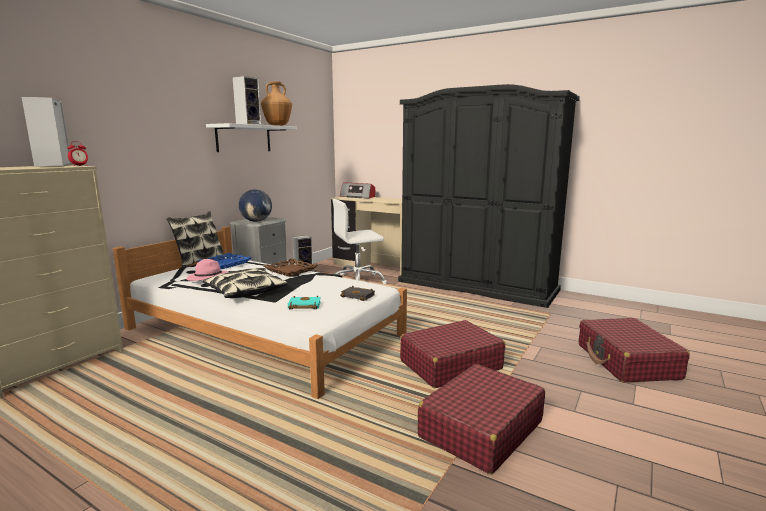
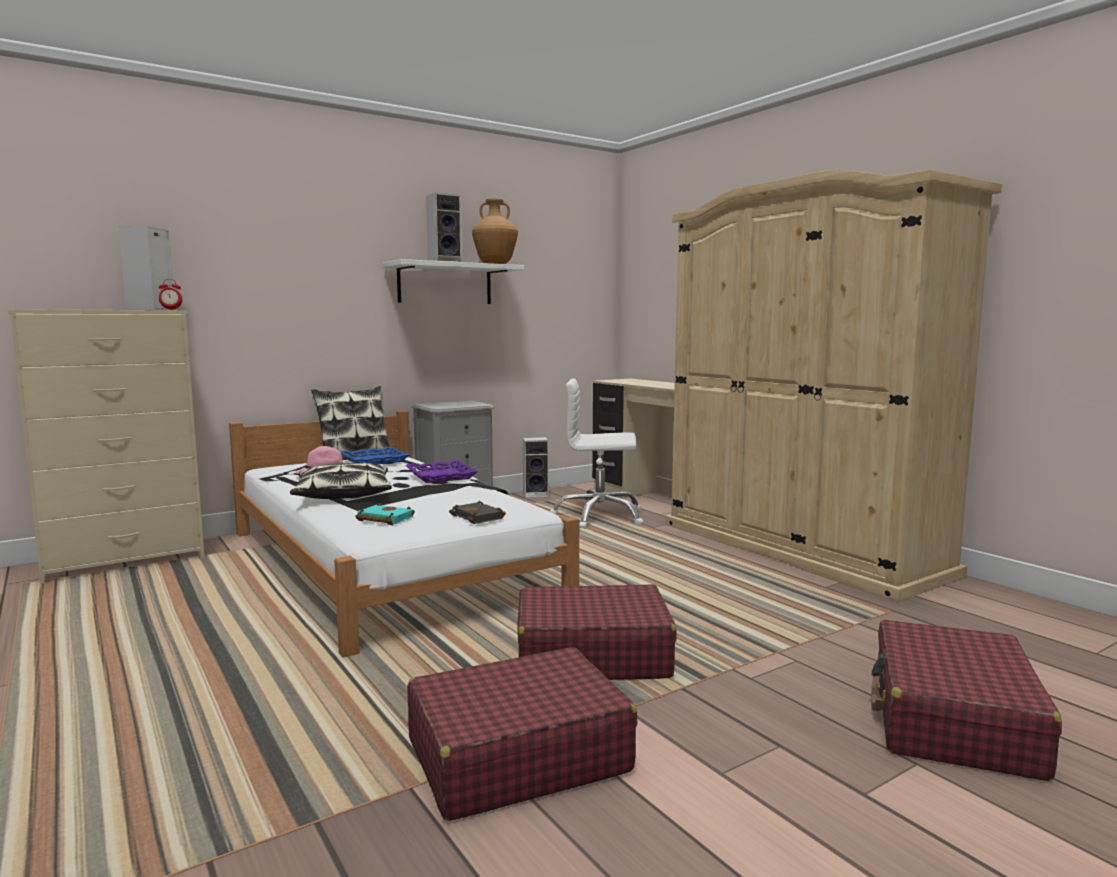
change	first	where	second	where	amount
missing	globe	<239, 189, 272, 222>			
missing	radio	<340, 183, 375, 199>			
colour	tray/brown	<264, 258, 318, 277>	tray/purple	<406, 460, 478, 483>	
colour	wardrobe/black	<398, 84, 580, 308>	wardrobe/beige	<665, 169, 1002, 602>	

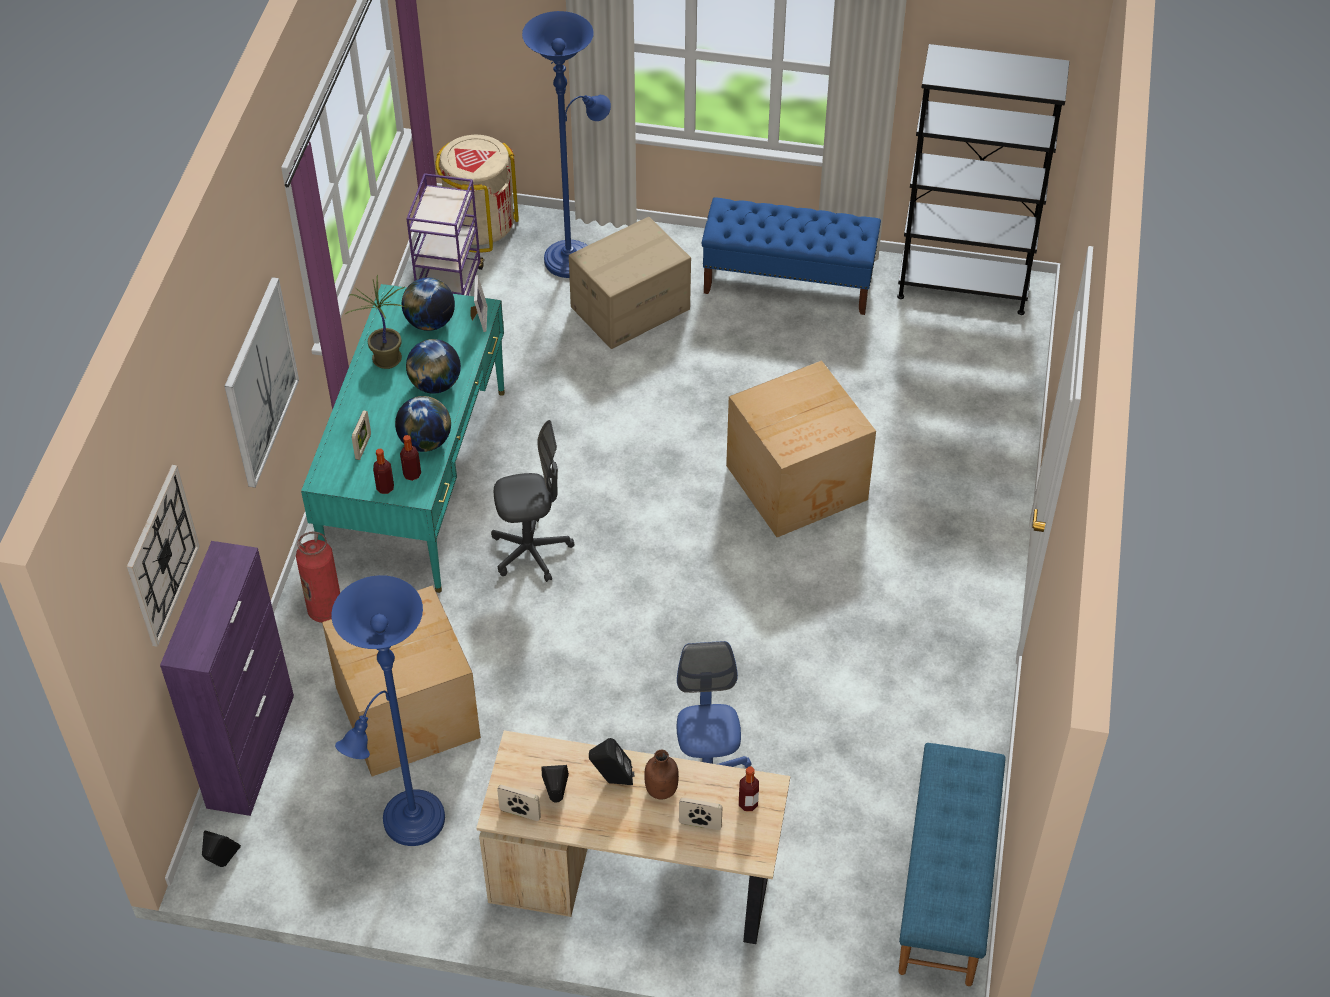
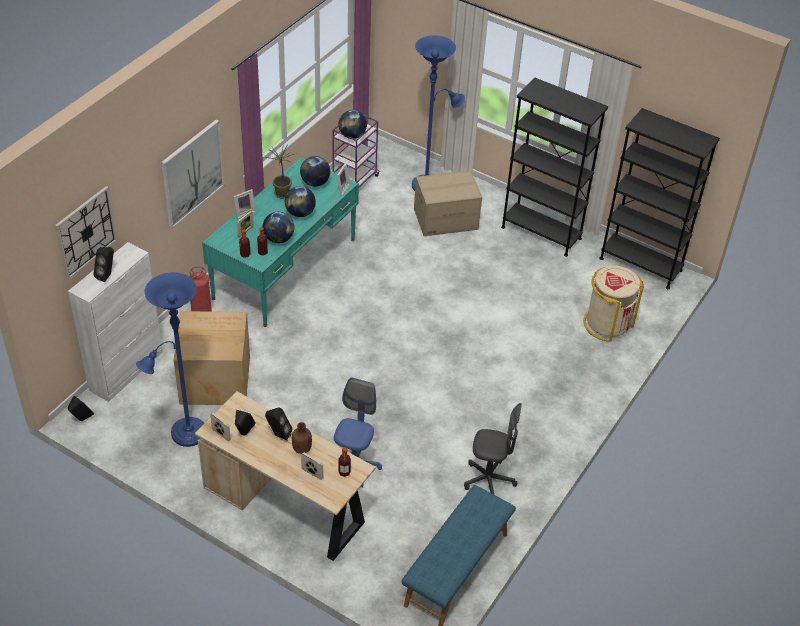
change	first	where	second	where	amount
missing	cardboard box	<726, 360, 876, 537>			
appeared			speaker/black	<93, 247, 114, 282>	
appeared			picture frame	<233, 189, 256, 219>	
appeared			globe	<338, 110, 367, 139>	
relocated	trash can/beige	<436, 134, 519, 253>		<584, 266, 644, 342>	
relocated	office chair/grey	<491, 420, 574, 582>		<464, 403, 522, 494>	
exchanged	bench/blue	<702, 197, 881, 315>	bookcase/black	<501, 78, 608, 257>	
colour	cabinet/purple	<160, 541, 294, 816>	cabinet/white	<68, 242, 163, 402>	

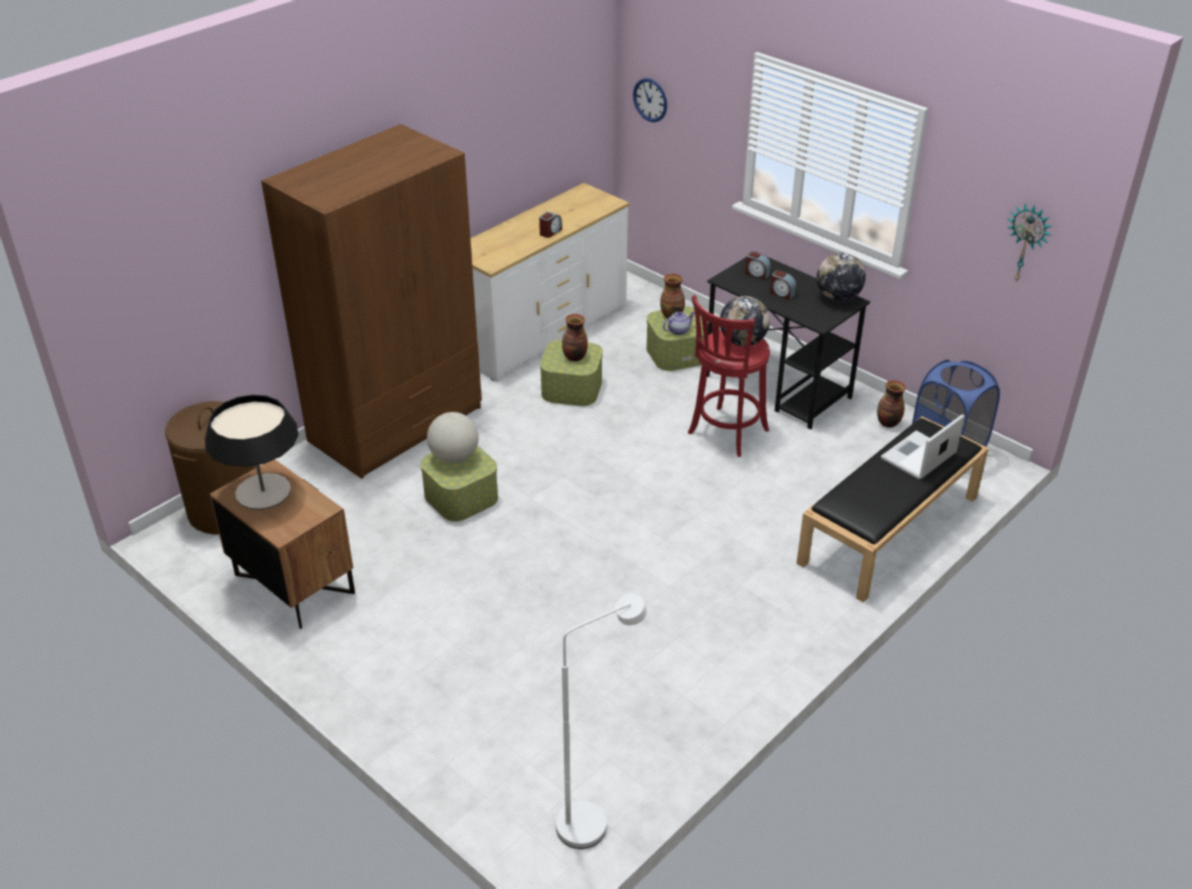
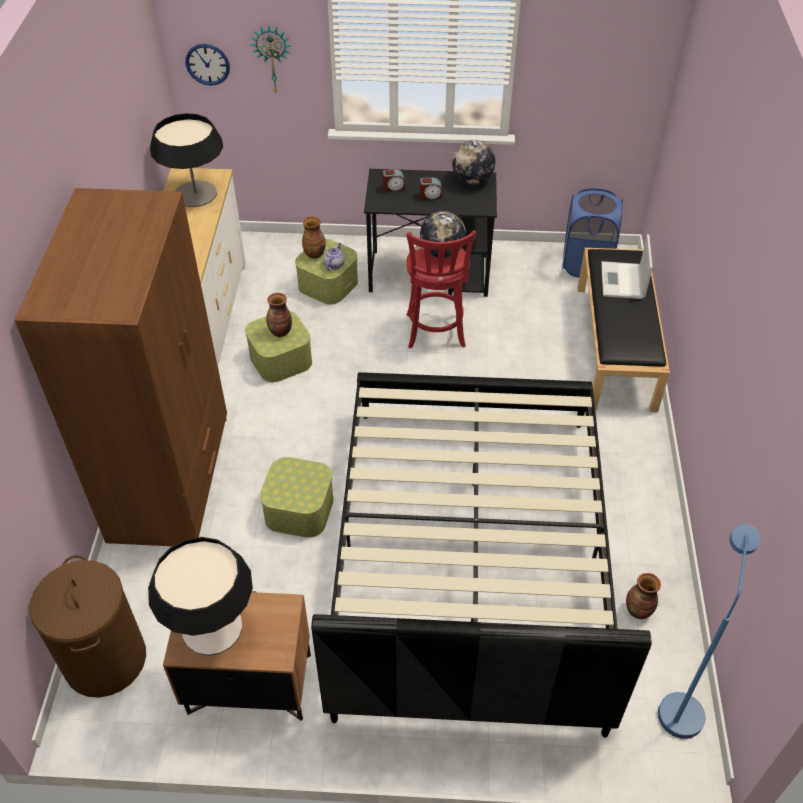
change	first	where	second	where	amount
missing	globe	<427, 412, 479, 463>			
missing	alarm clock	<539, 212, 562, 238>			
appeared			table lamp	<150, 113, 223, 207>	
appeared			bed/black	<311, 372, 652, 738>	
relocated	vase	<877, 380, 906, 428>		<626, 573, 661, 619>	
relocated	wall clock	<1007, 204, 1052, 282>		<251, 26, 290, 93>	
colour	floor lamp/white	<556, 594, 647, 849>	floor lamp/blue	<658, 524, 761, 739>	

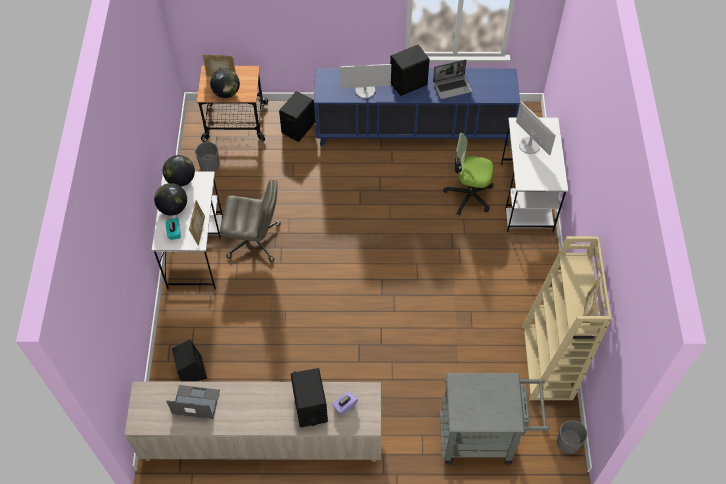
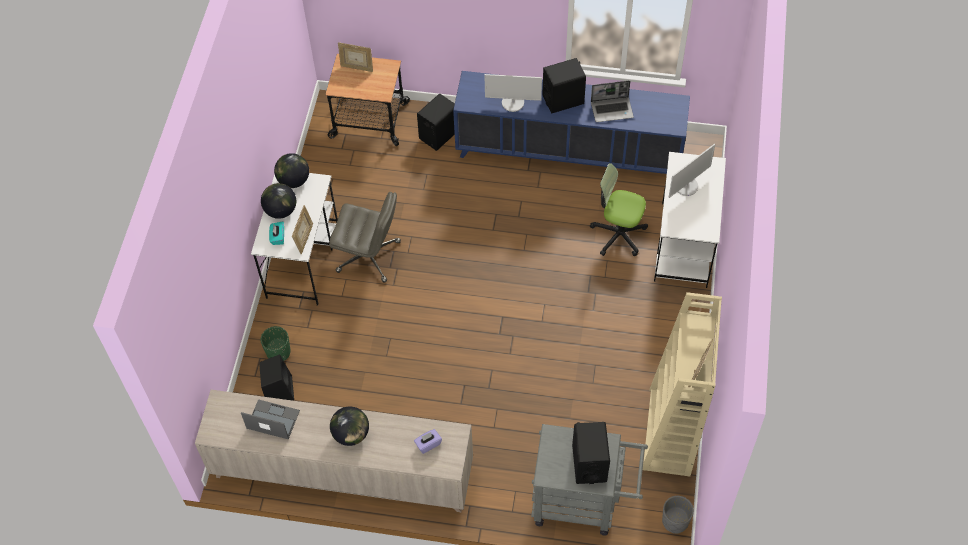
change	first	where	second	where	amount
missing	planter/grey	<195, 142, 219, 171>			
appeared			planter/green	<261, 326, 291, 361>	
relocated	globe	<210, 69, 240, 98>		<330, 406, 369, 446>	
relocated	speaker/black	<291, 368, 328, 427>		<572, 422, 610, 484>	
spun	monitor	<516, 101, 556, 155>		<669, 144, 715, 198>	75 degrees clockwise

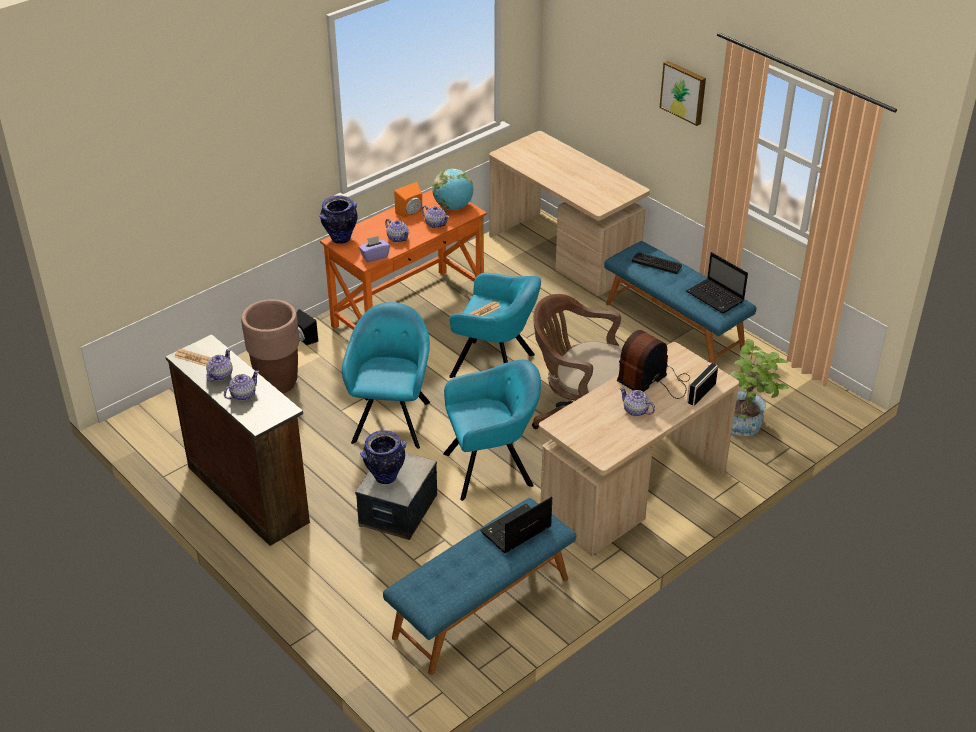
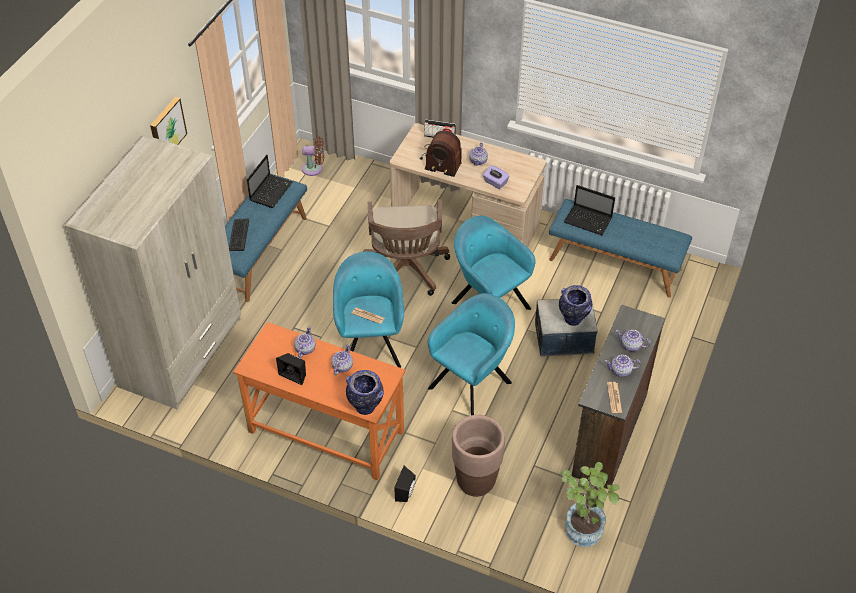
change	first	where	second	where	amount
missing	globe	<432, 169, 473, 210>			
appeared			fan/brown	<302, 137, 324, 176>	
relocated	tissue box/purple	<359, 236, 390, 262>		<483, 165, 509, 189>	
relocated	potted plant	<730, 339, 789, 436>		<561, 462, 620, 547>	
exchanged	desk/beige	<489, 131, 650, 296>	wardrobe/beige	<65, 135, 241, 410>	
colour	speaker/orange	<394, 182, 422, 218>	speaker/black	<276, 353, 306, 385>	
spun	armchair/turquoise	<342, 302, 430, 449>		<428, 293, 515, 415>	150 degrees clockwise

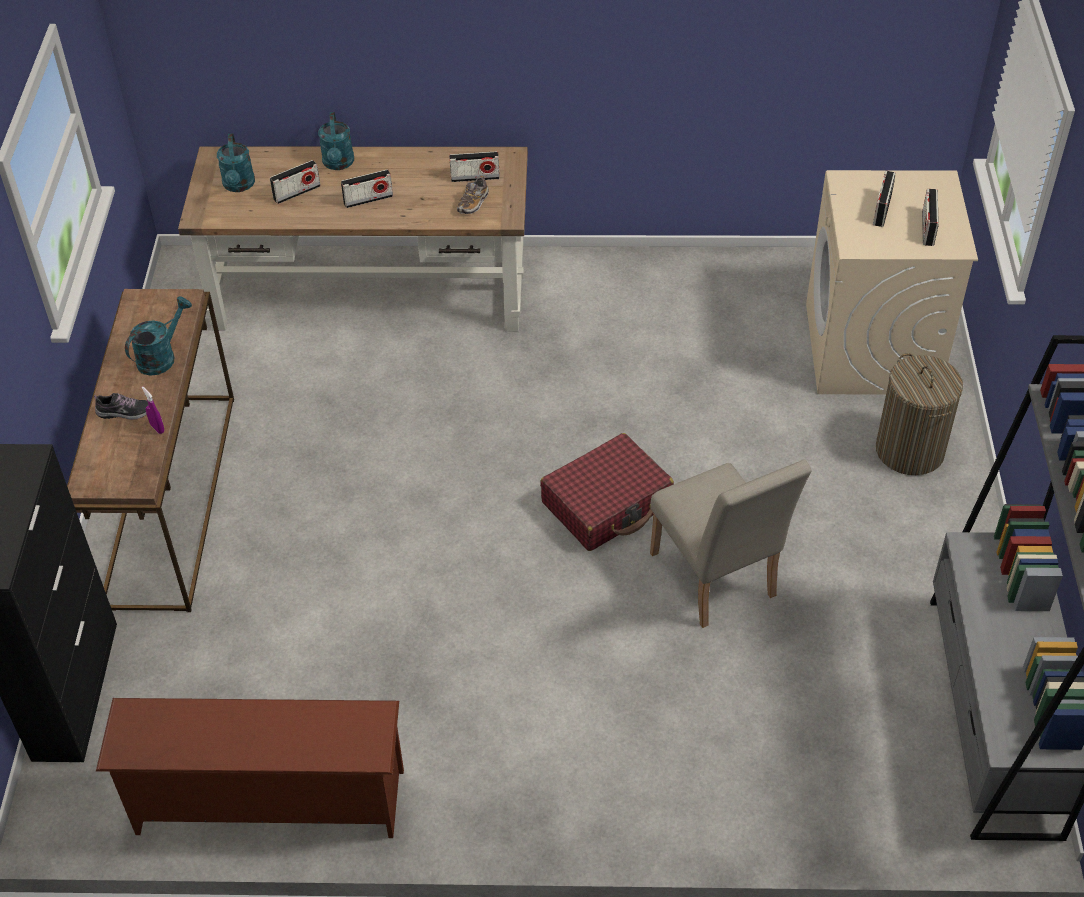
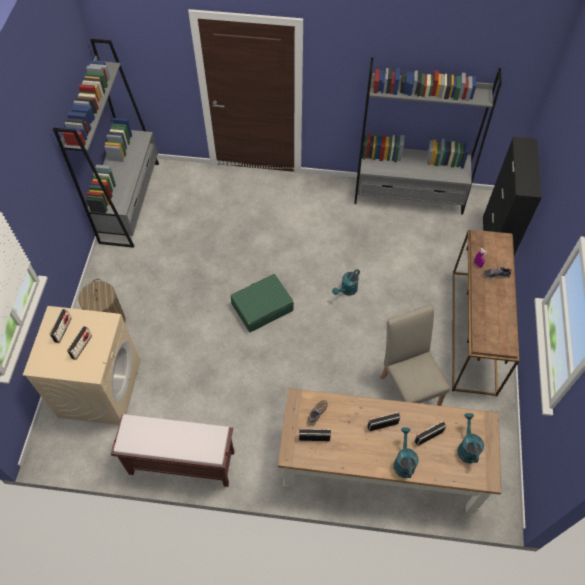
change	first	where	second	where	amount
appeared			bench/brown	<111, 414, 235, 487>	
relocated	watering can/turquoise	<125, 297, 192, 376>		<332, 269, 360, 295>	
relocated	chair/beige	<650, 459, 811, 628>		<380, 305, 450, 406>	
exchanged	shoe rack/brown	<96, 698, 404, 838>	bookcase/grey	<354, 57, 502, 215>	
colour	suitcase/red	<540, 433, 674, 551>	suitcase/green	<231, 274, 294, 332>	

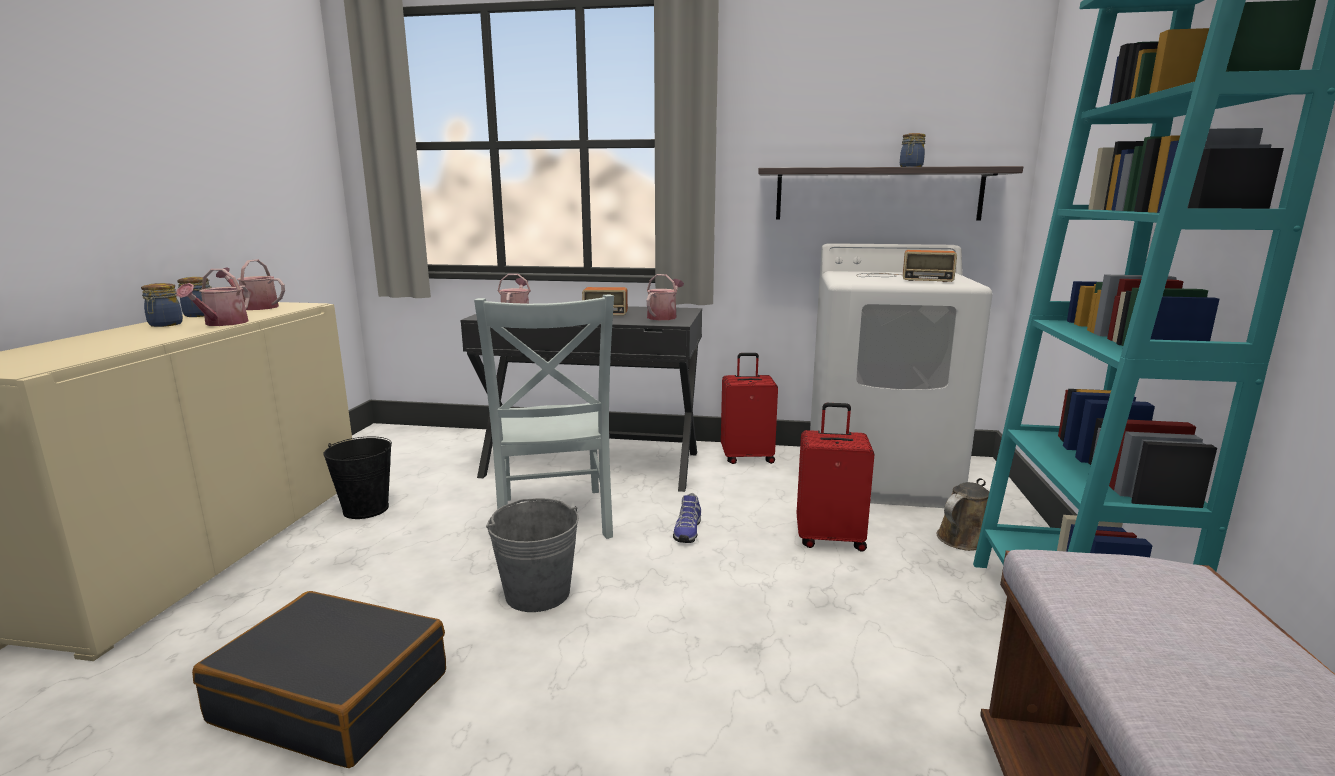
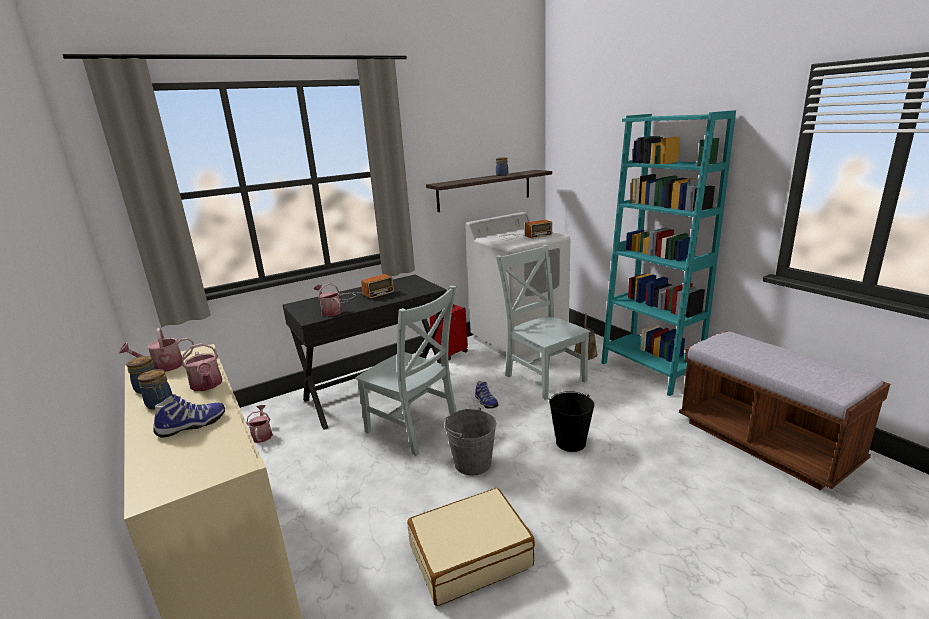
change	first	where	second	where	amount
appeared			shoe	<153, 394, 225, 437>	
relocated	bucket/black	<323, 437, 392, 519>		<549, 391, 594, 452>	
relocated	watering can	<647, 274, 684, 320>		<247, 405, 273, 443>	
exchanged	suitcase/red	<796, 403, 875, 551>	chair/grey	<496, 244, 590, 400>	
colour	suitcase/black	<192, 591, 446, 768>	suitcase/beige	<407, 488, 535, 606>	

